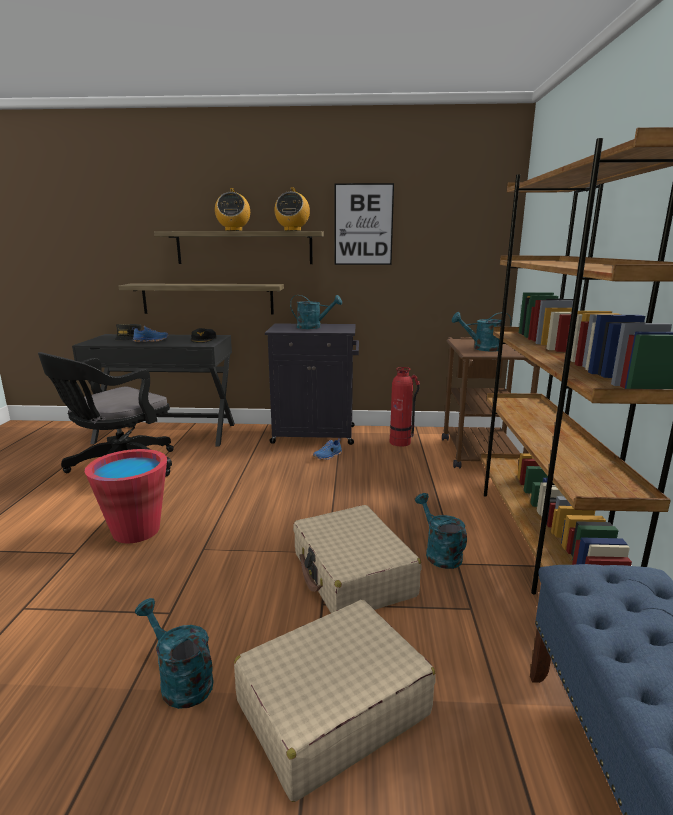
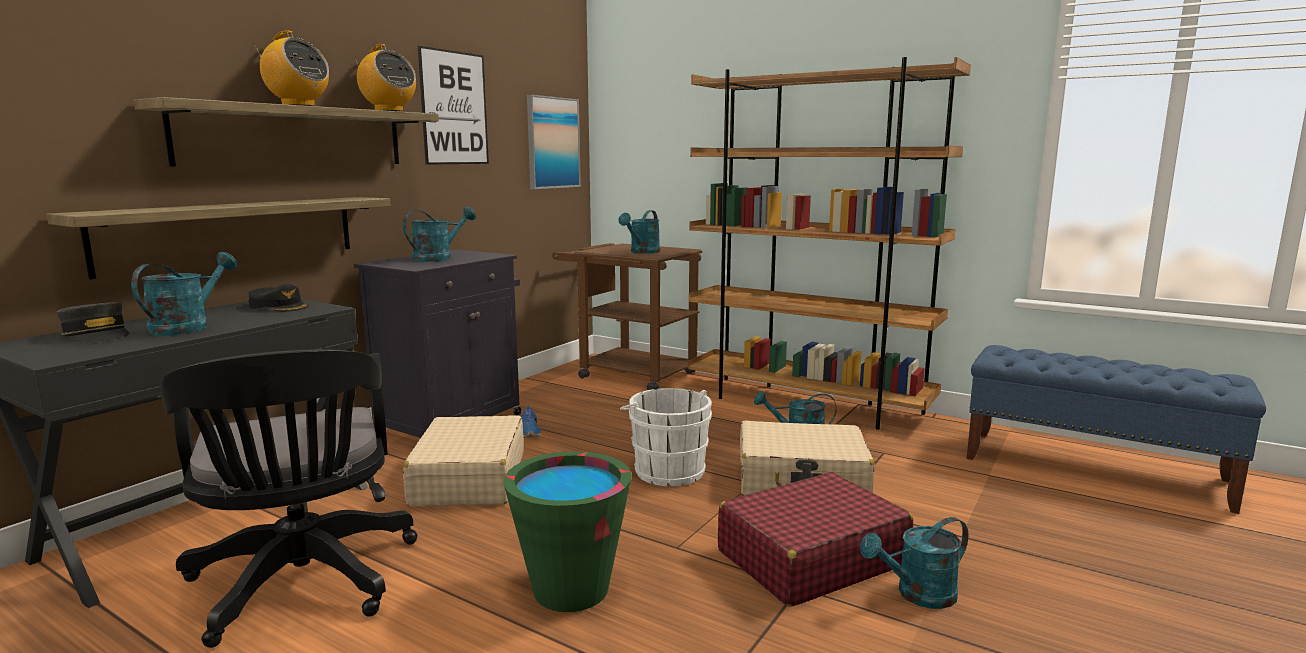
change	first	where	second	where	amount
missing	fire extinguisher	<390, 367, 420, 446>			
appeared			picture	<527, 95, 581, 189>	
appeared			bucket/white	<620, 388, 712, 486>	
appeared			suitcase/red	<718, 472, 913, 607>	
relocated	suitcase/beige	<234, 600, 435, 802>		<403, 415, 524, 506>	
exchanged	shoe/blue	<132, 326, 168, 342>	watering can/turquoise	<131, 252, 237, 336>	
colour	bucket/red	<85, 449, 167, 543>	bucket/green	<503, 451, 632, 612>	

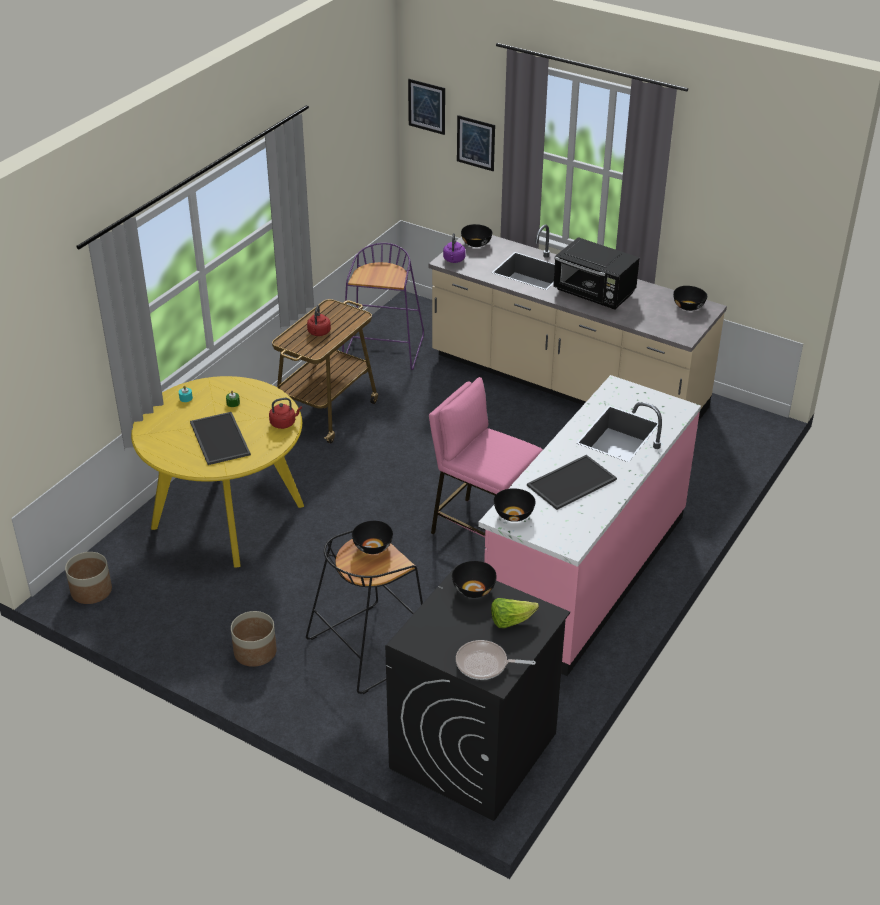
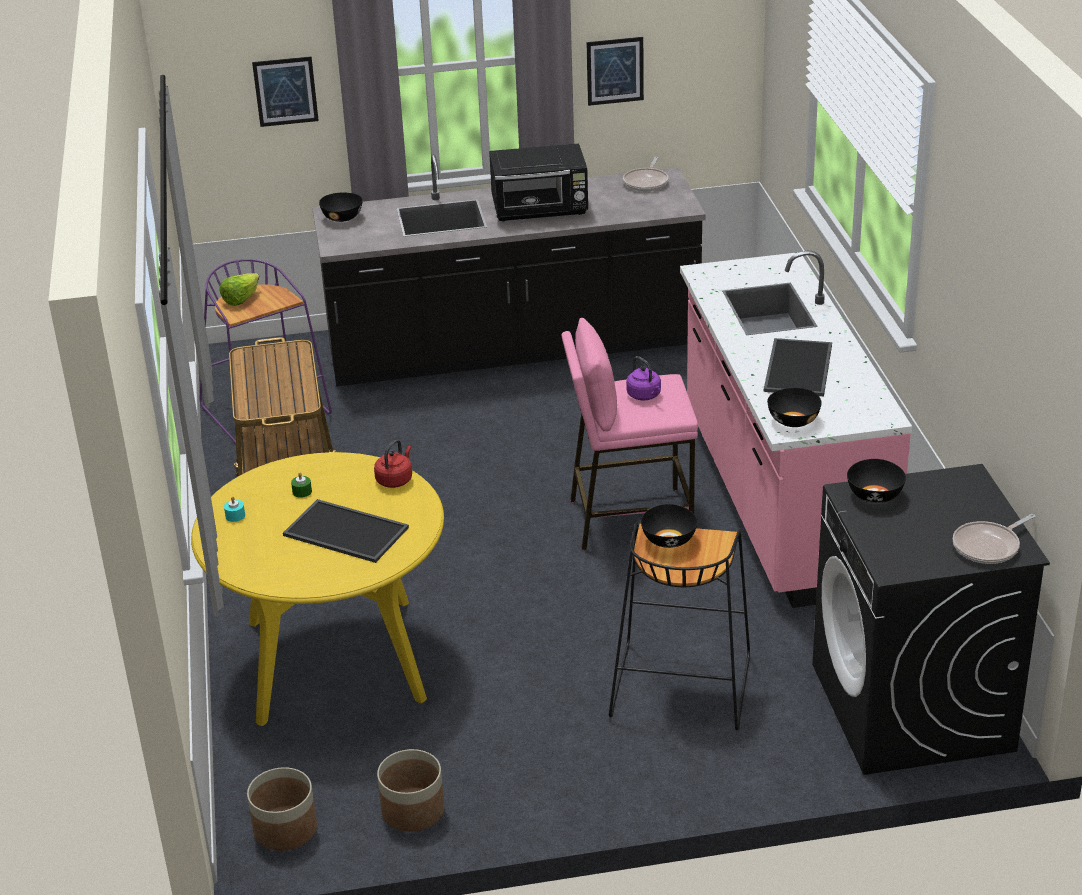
change	first	where	second	where	amount
missing	kettle/red	<307, 305, 331, 336>			
relocated	planter	<231, 611, 277, 667>		<377, 749, 444, 832>	
relocated	picture	<408, 79, 445, 135>		<586, 37, 644, 106>	
relocated	kettle/purple	<443, 233, 466, 263>		<626, 356, 661, 400>	
relocated	lettuce	<491, 598, 539, 628>		<219, 273, 259, 306>	
exchanged	bowl/black	<673, 286, 707, 311>	frying pan	<623, 157, 669, 192>	
colour	counter/beige	<428, 224, 727, 421>	counter/black	<312, 155, 706, 387>	

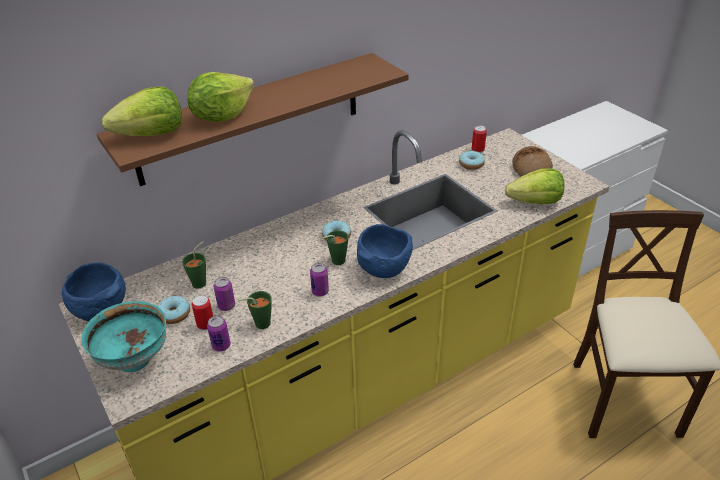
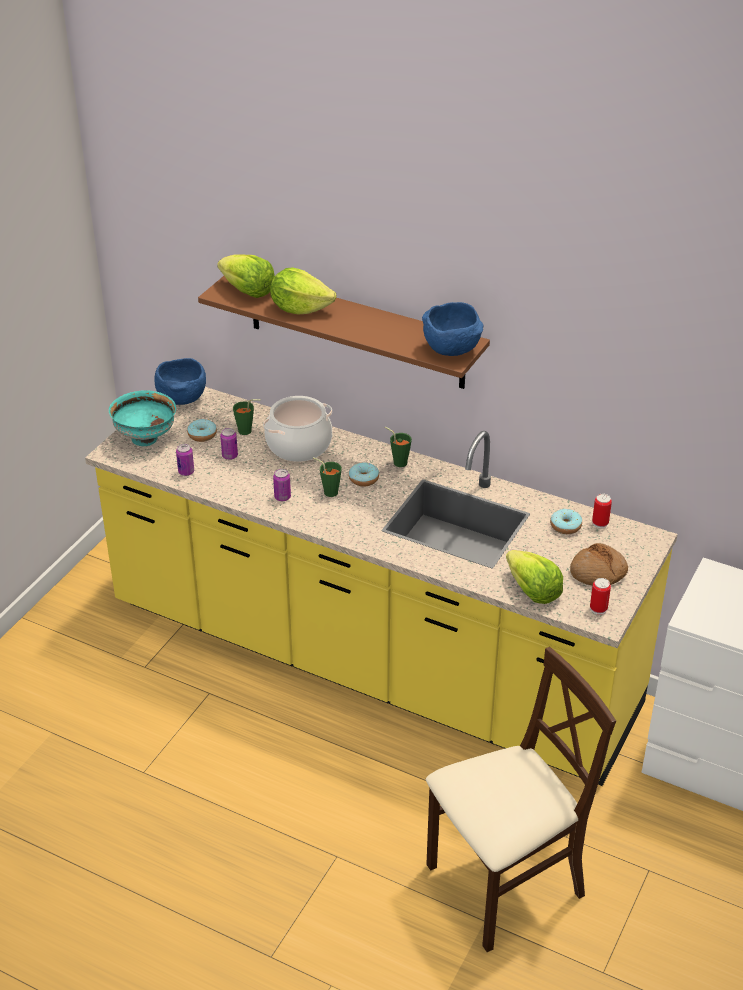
change	first	where	second	where	amount
appeared			cooking pot	<263, 396, 332, 462>	
relocated	can	<192, 295, 213, 331>		<590, 578, 611, 615>	
relocated	cup/green	<239, 291, 272, 329>		<385, 426, 412, 467>	
relocated	bowl/blue	<357, 224, 413, 278>		<422, 302, 483, 356>	

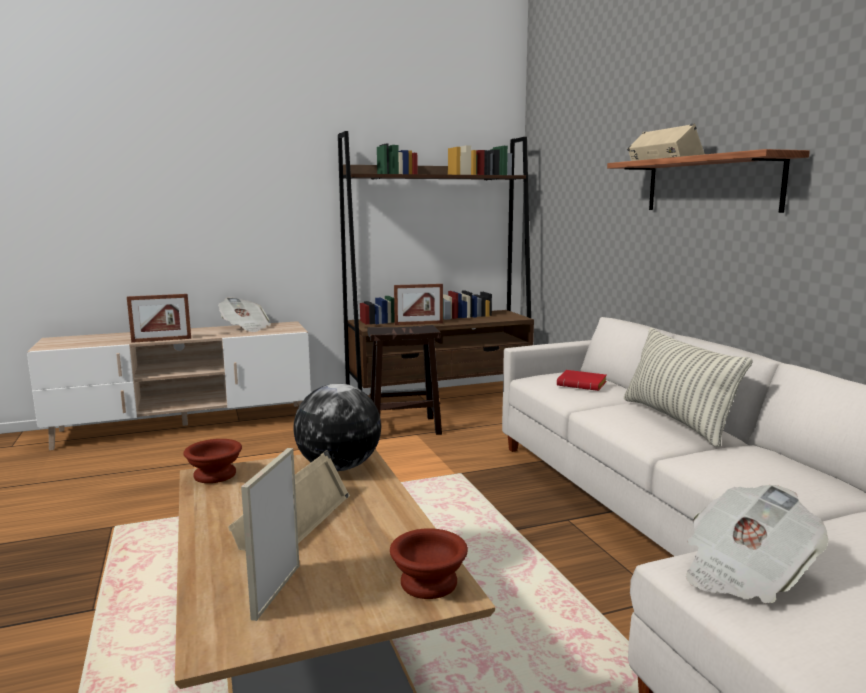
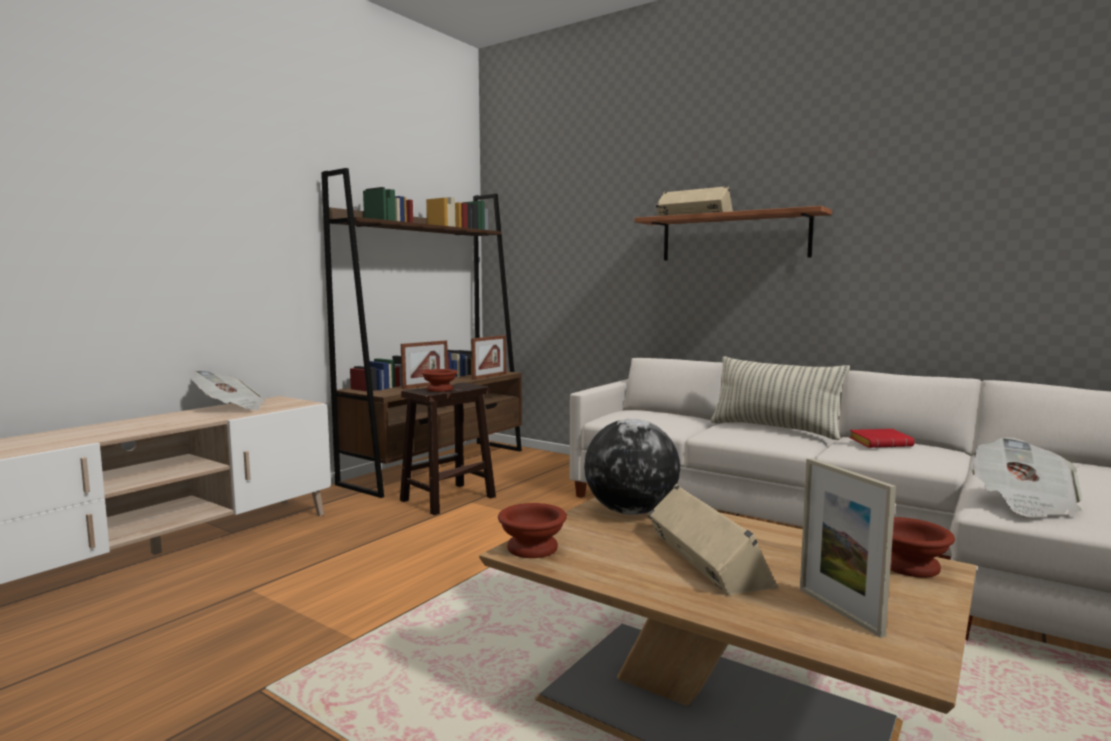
change	first	where	second	where	amount
appeared			bowl/brown	<421, 369, 458, 392>	
relocated	picture frame	<127, 294, 191, 343>		<471, 335, 506, 380>	
relocated	book/red	<557, 370, 607, 391>		<849, 429, 915, 448>	

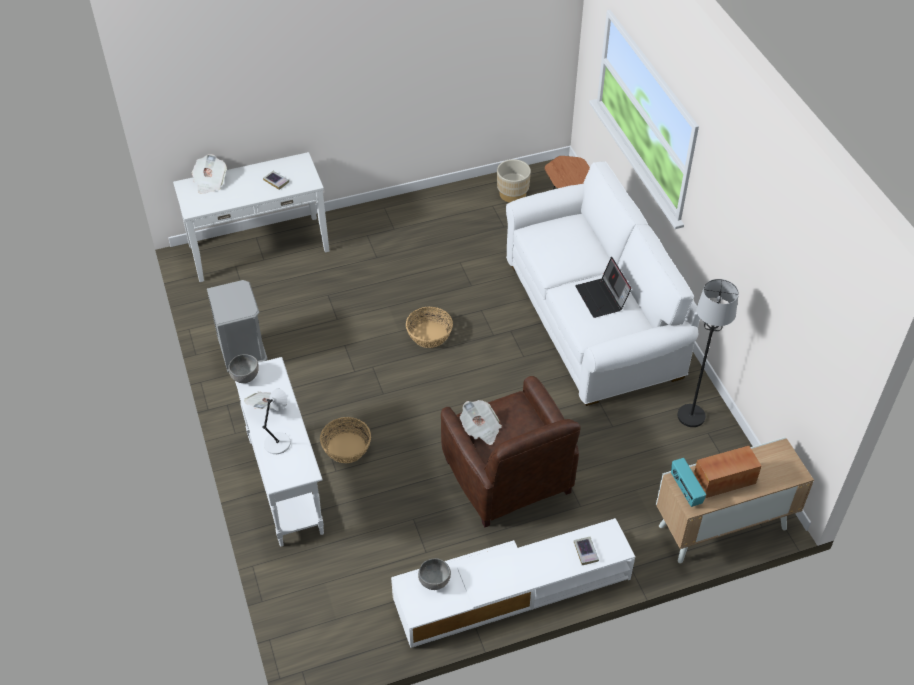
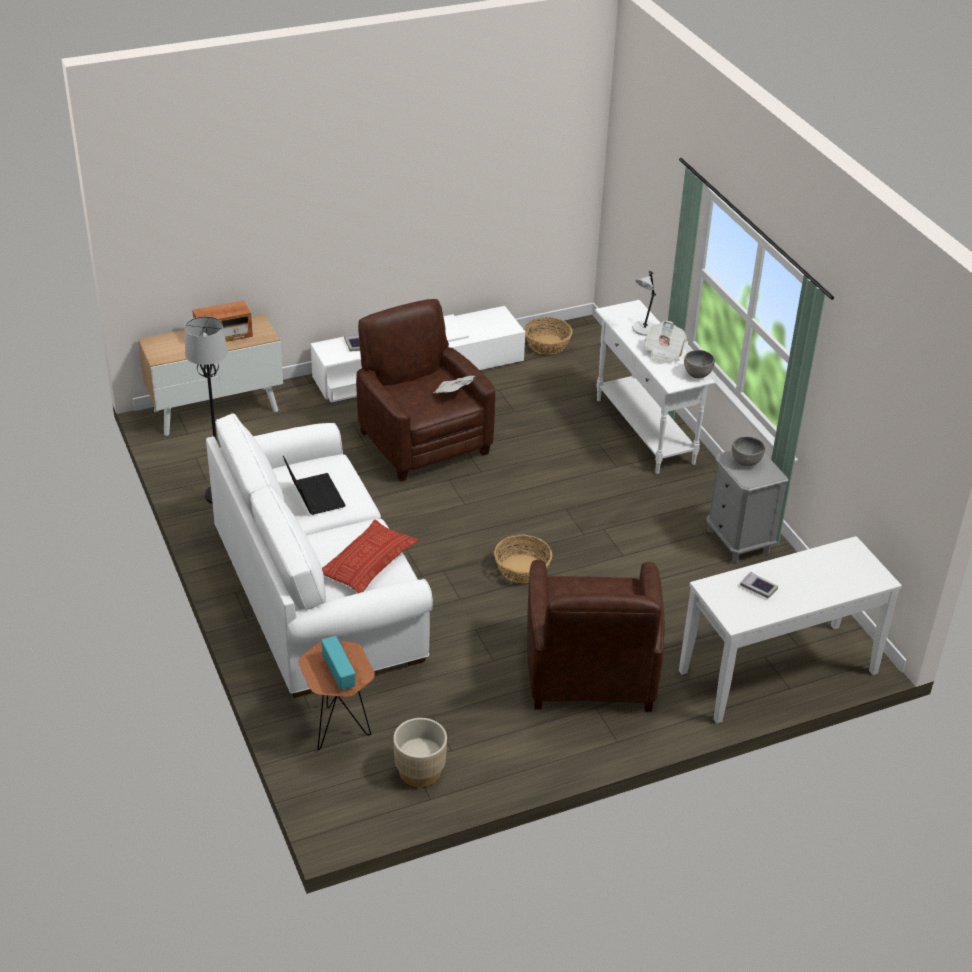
change	first	where	second	where	amount
missing	newspaper	<192, 154, 227, 194>			
appeared			pillow	<322, 520, 419, 593>	
appeared			armchair/brown	<527, 560, 664, 712>	
relocated	basket	<320, 417, 371, 463>		<524, 317, 573, 355>	
relocated	bowl/grey	<418, 558, 451, 590>		<732, 436, 765, 467>	
relocated	radio	<671, 458, 706, 507>		<321, 636, 356, 690>	

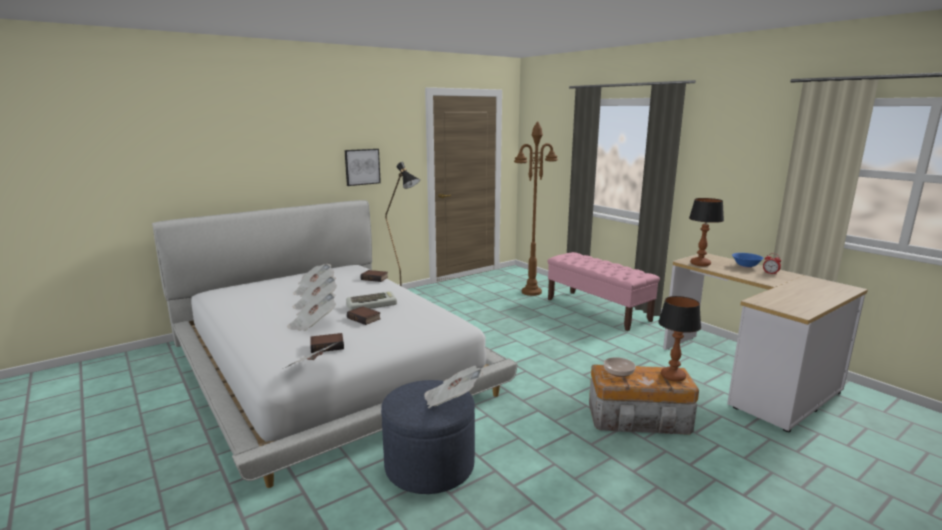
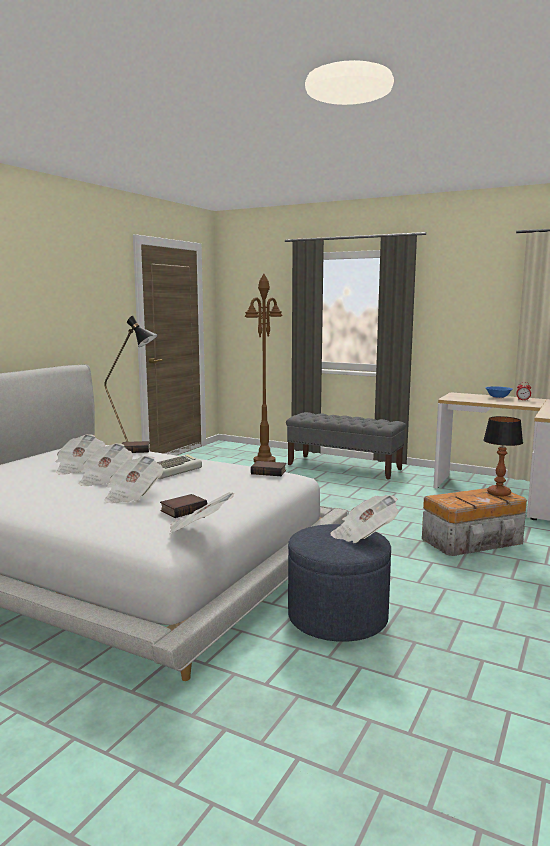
change	first	where	second	where	amount
missing	picture	<344, 149, 381, 186>			
missing	bowl	<604, 357, 636, 377>			
missing	table lamp	<689, 198, 724, 266>			
relocated	book	<347, 306, 381, 325>		<251, 461, 286, 476>	
colour	bench/pink	<547, 252, 660, 331>	bench/grey	<286, 412, 406, 480>	

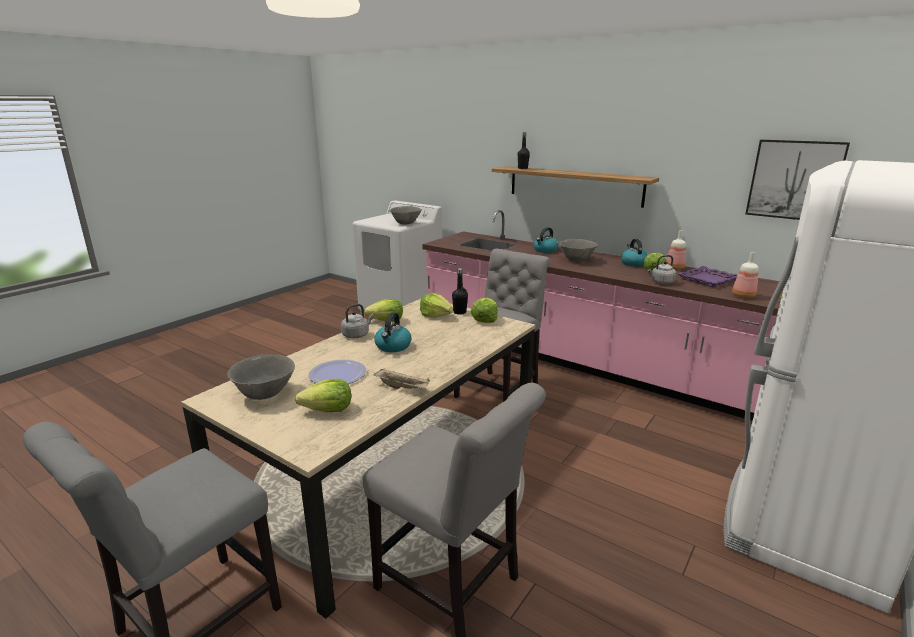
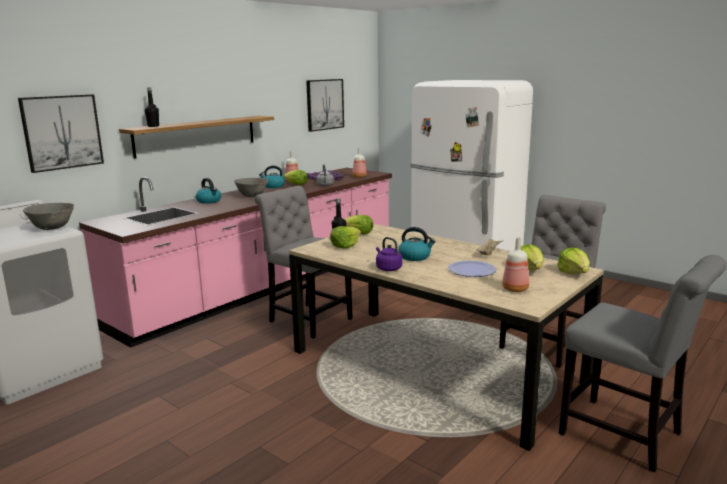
change	first	where	second	where	amount
appeared			picture	<18, 94, 104, 173>	
relocated	lettuce	<364, 299, 403, 321>		<557, 247, 590, 274>	
exchanged	bowl/grey	<227, 354, 295, 400>	bottle	<502, 237, 529, 292>	
colour	kettle/grey	<341, 304, 374, 338>	kettle/purple	<376, 237, 402, 271>	

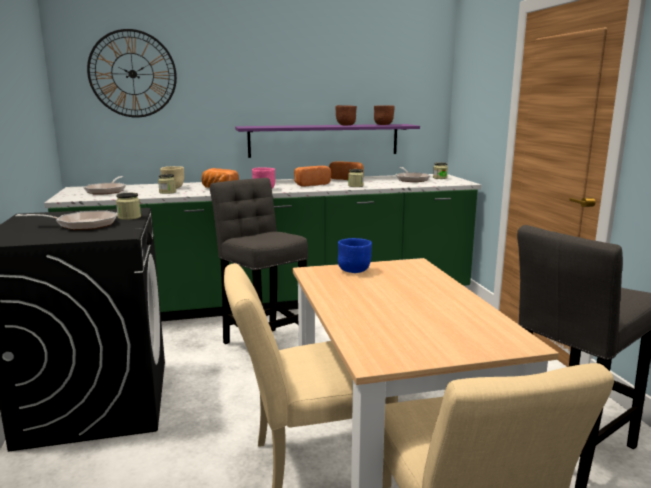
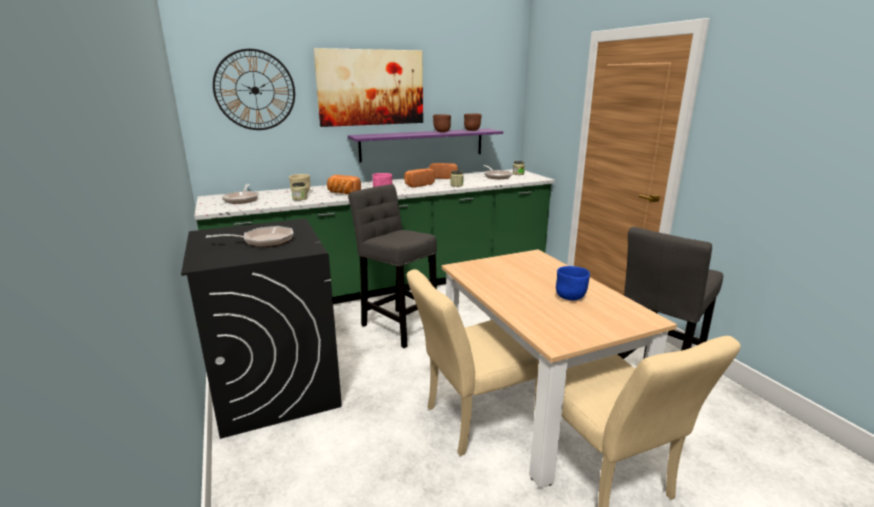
change	first	where	second	where	amount
missing	jar	<116, 193, 141, 220>			
appeared			picture	<313, 48, 423, 127>	
relocated	bowl/blue	<338, 238, 372, 273>		<556, 266, 590, 301>	

